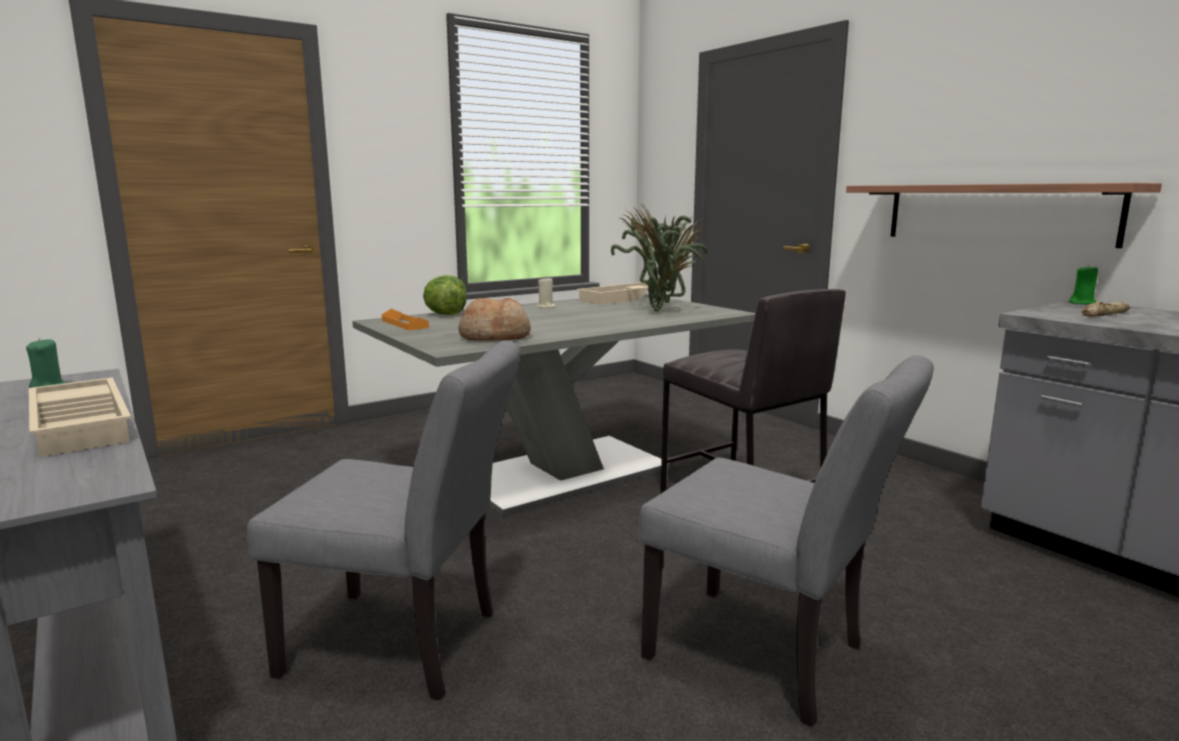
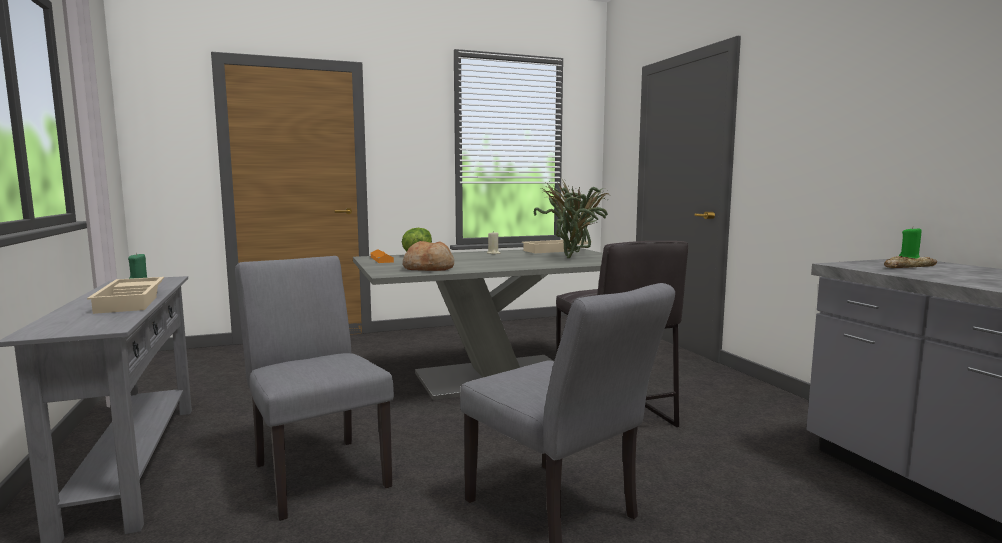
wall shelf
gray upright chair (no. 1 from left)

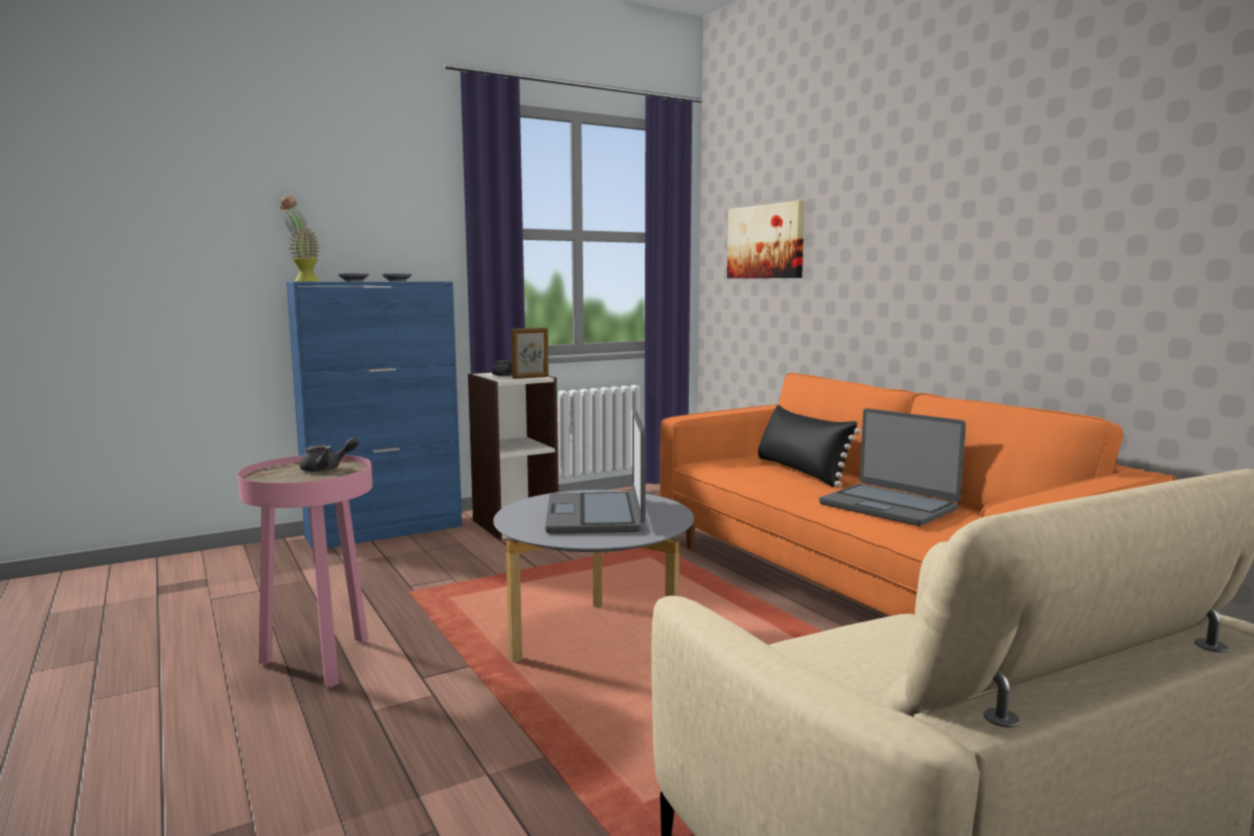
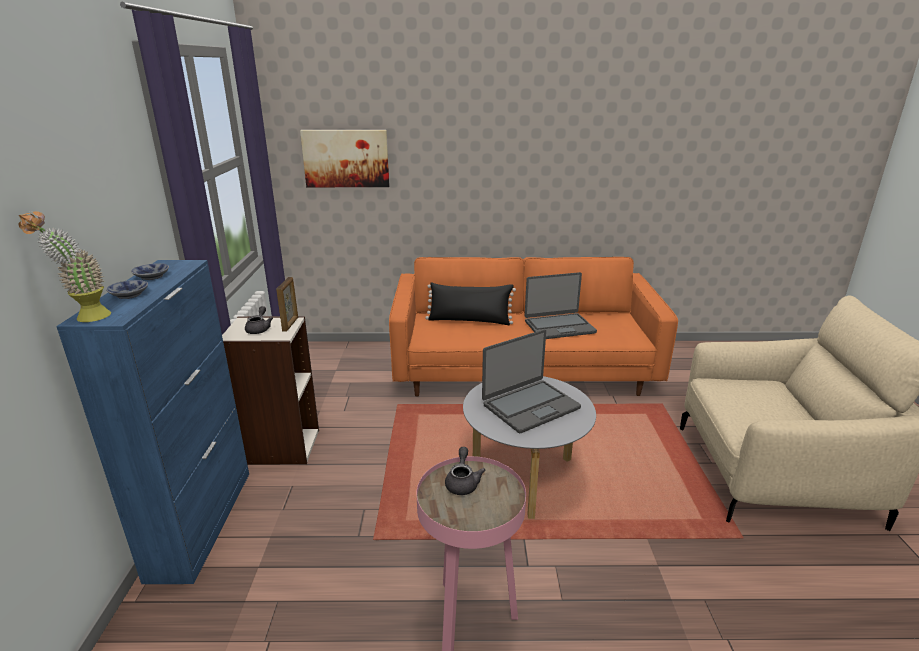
laptop (no. 1 from left)

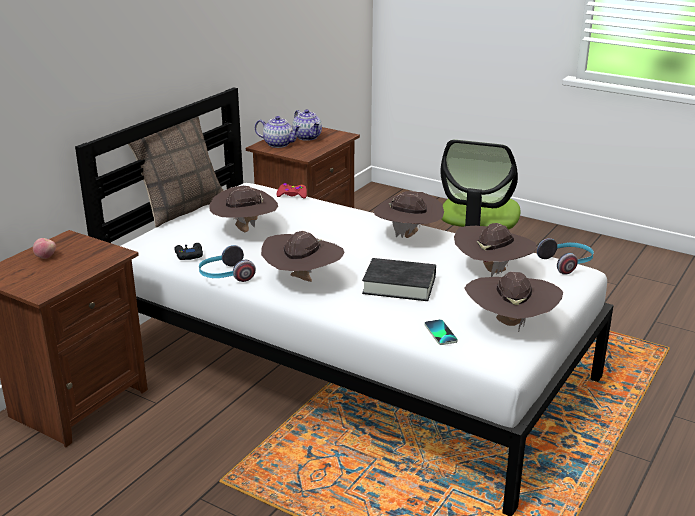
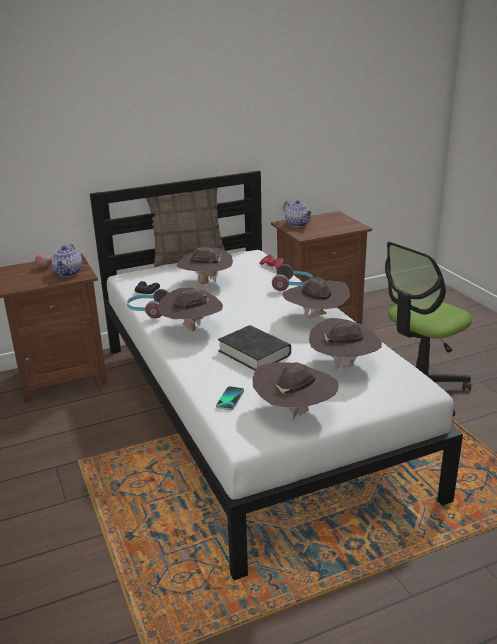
pot for tea (no. 1 from left)
headset (no. 2 from left)

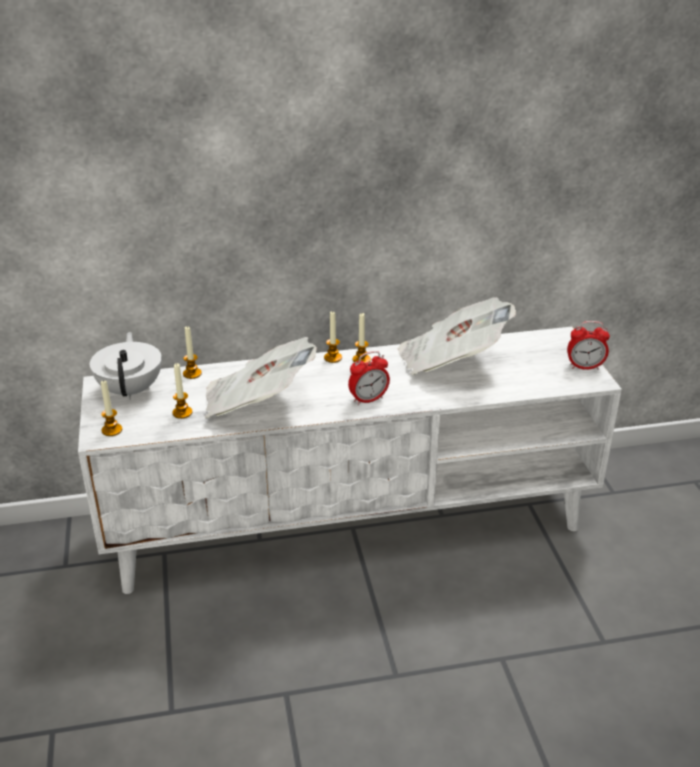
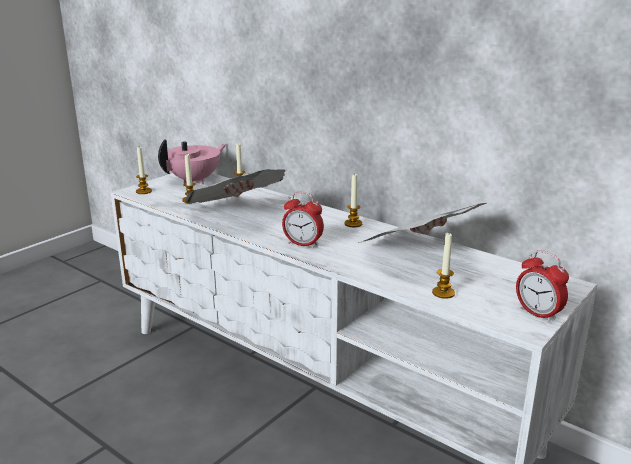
wax candle (no. 5 from left)
pink pot for tea

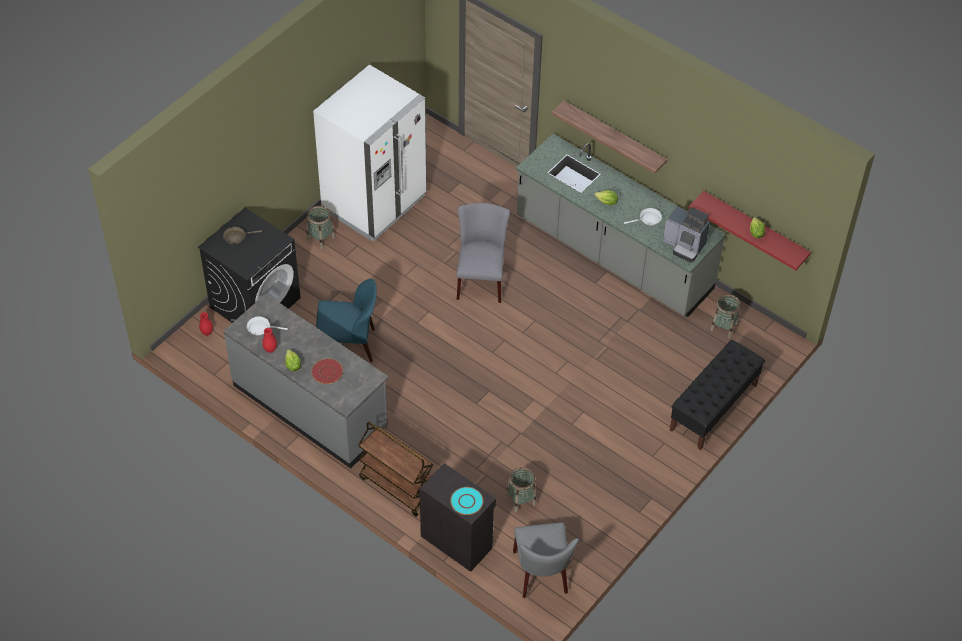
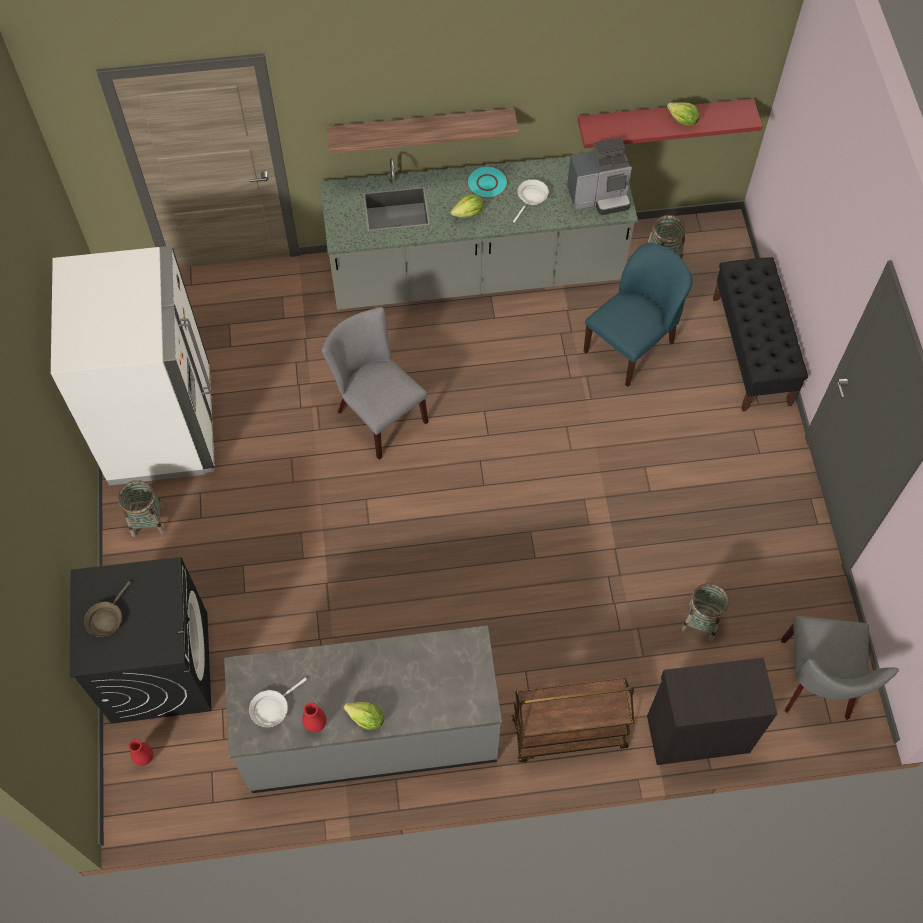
red flat dish
blue upright chair
turquoise-coloured flat dish
gray upright chair (no. 2 from left)

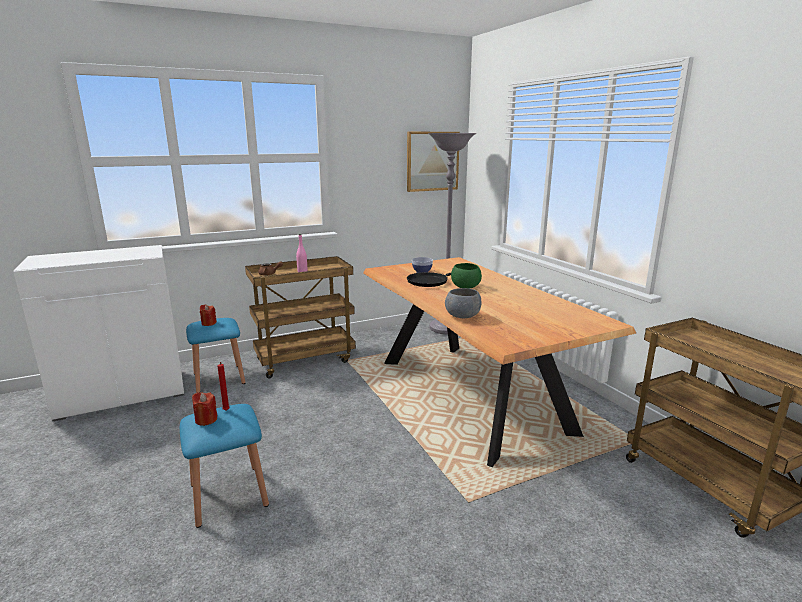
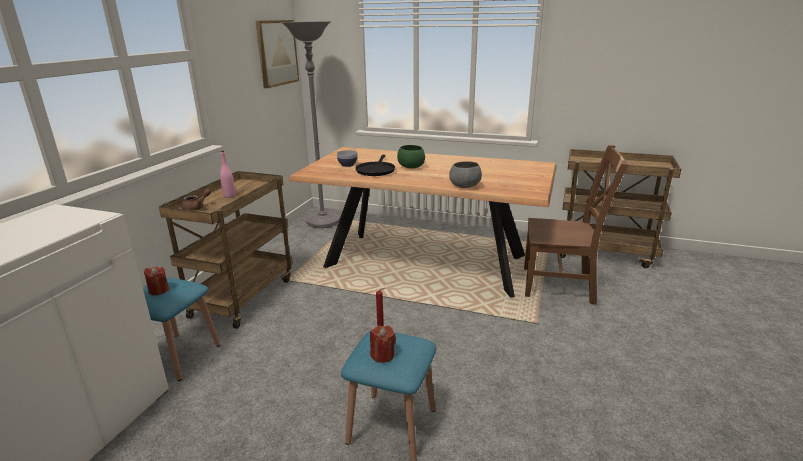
brownish upright chair

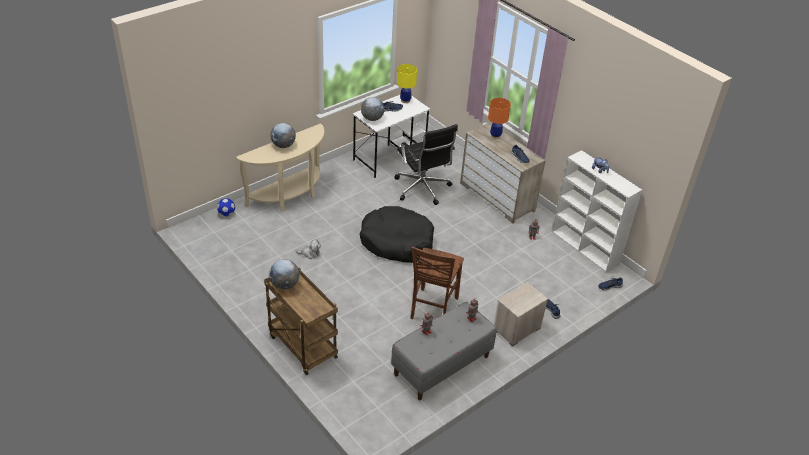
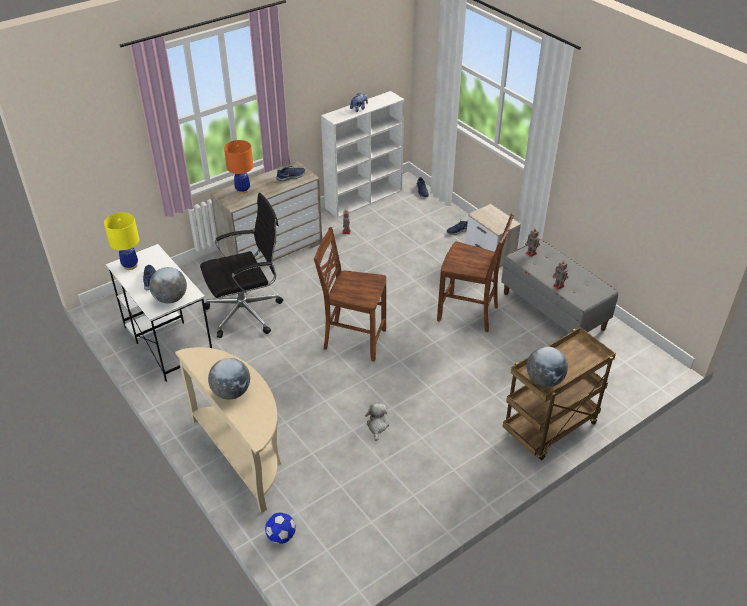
brownish upright chair (no. 1 from left)

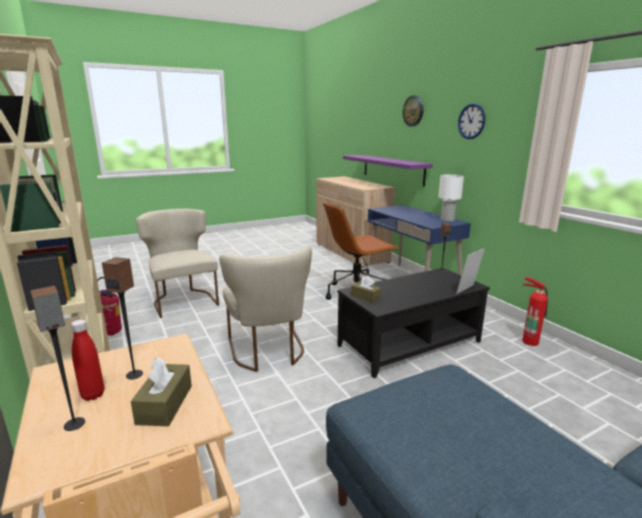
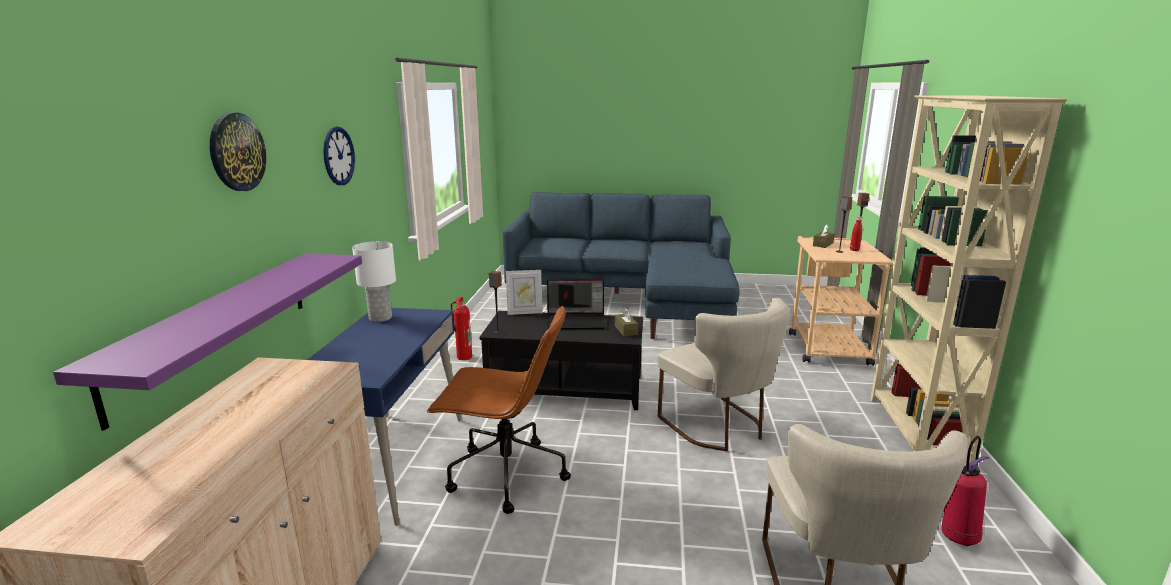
laptop
beige upright chair (no. 1 from left)

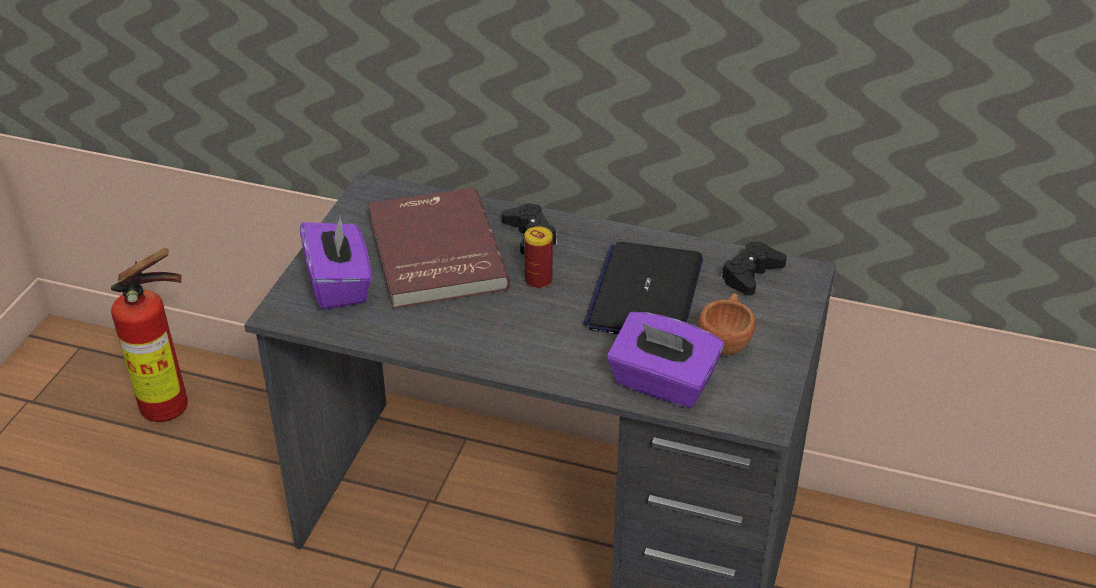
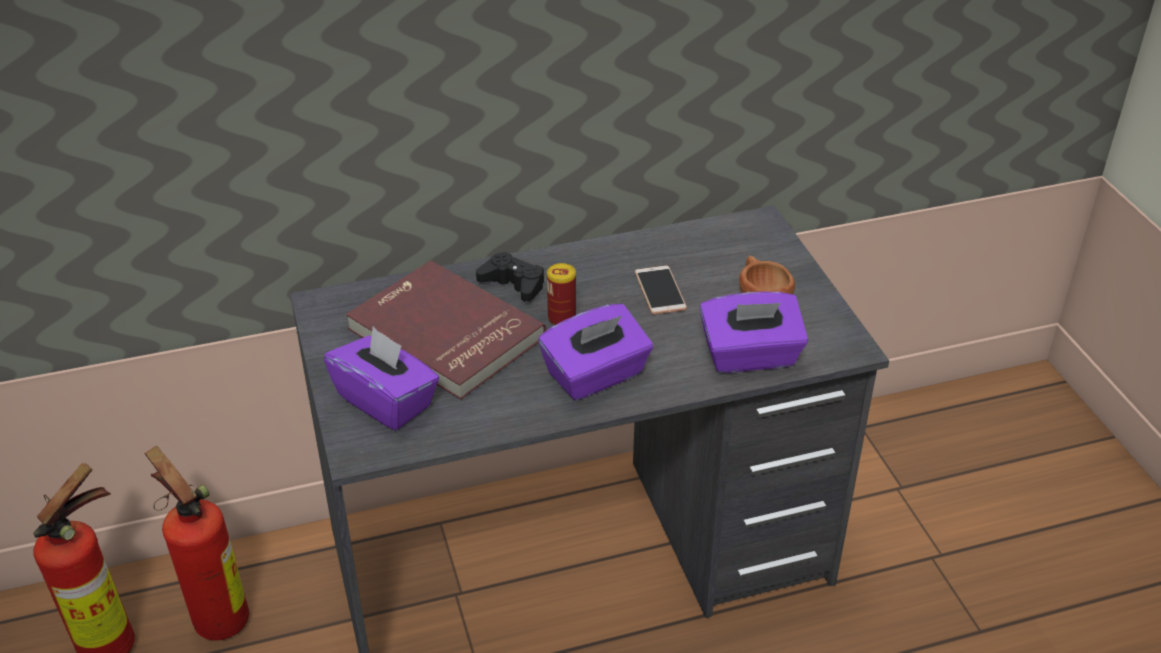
blackish game controller (no. 2 from left in the first image)
extinguisher (no. 2 from left)
purple tissue holder (no. 2 from left)
phone

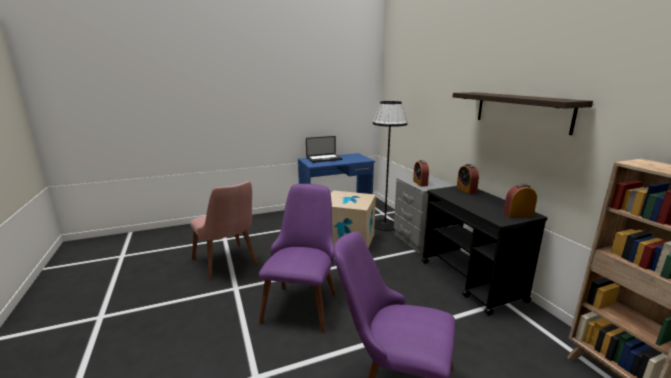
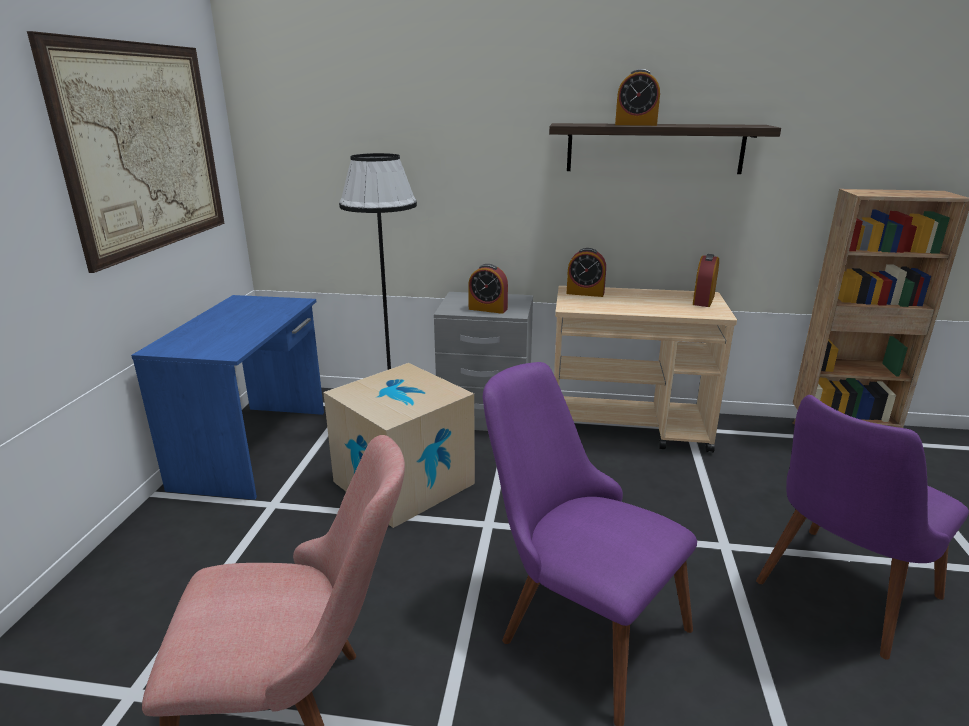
laptop
wall picture
bedside clock (no. 3 from left)
beige cart

